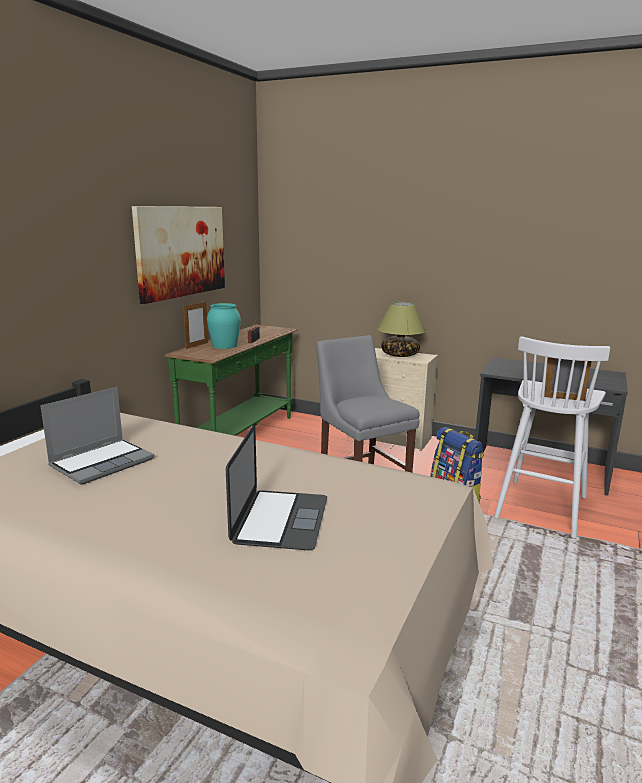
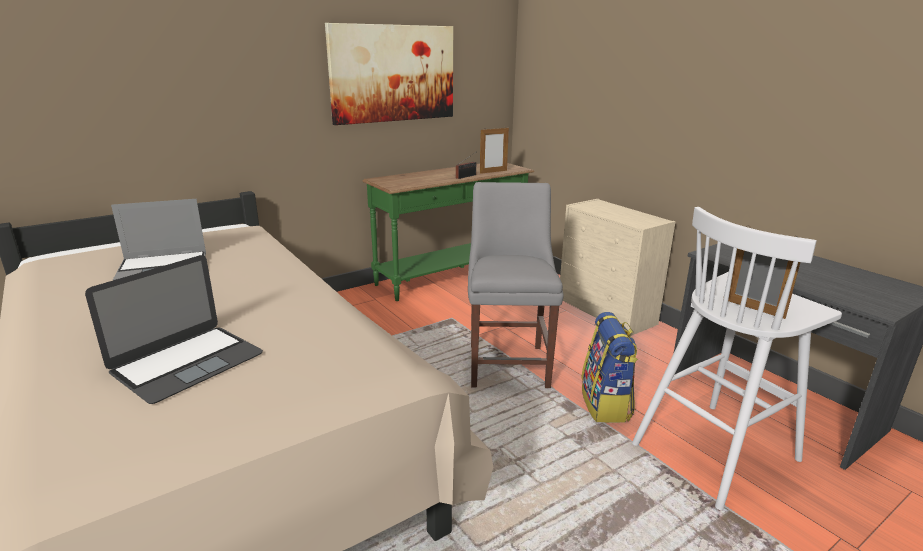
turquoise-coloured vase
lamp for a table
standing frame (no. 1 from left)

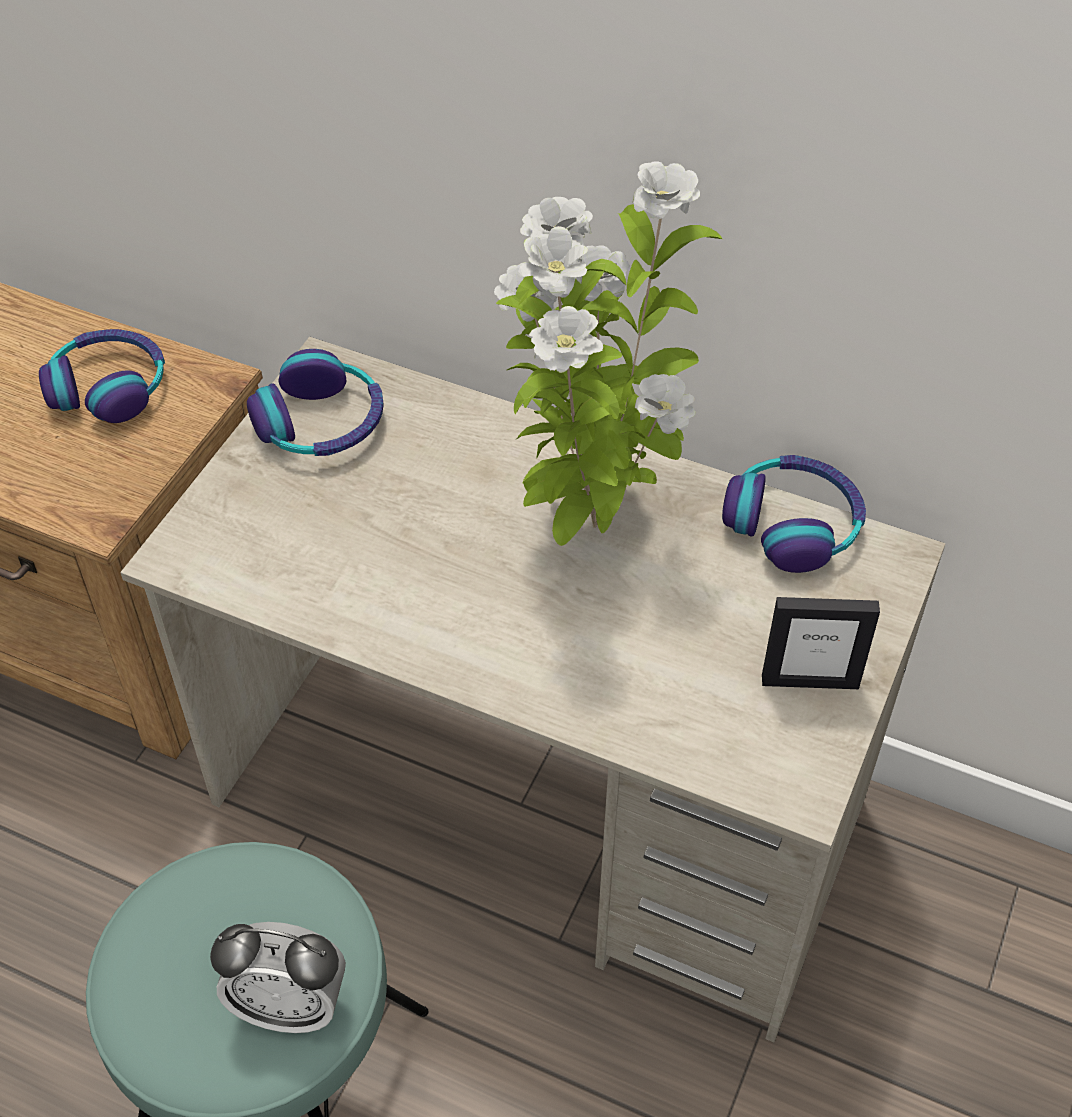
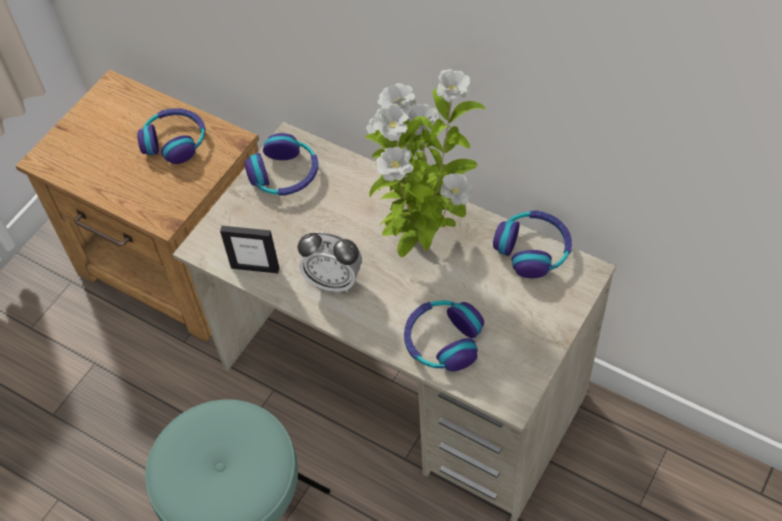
headset (no. 3 from left)
bedside clock
standing frame

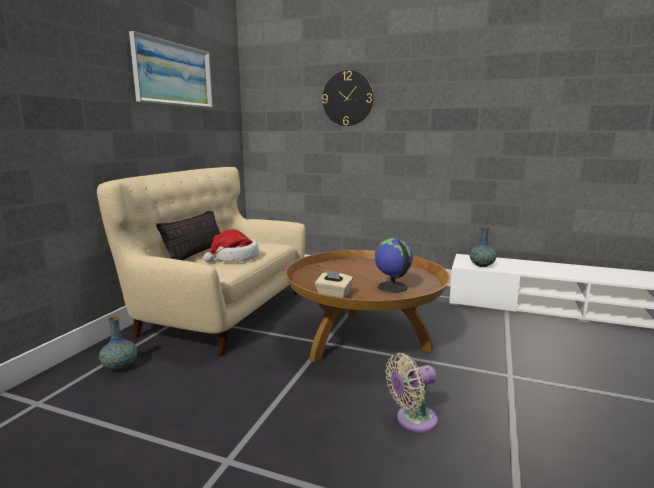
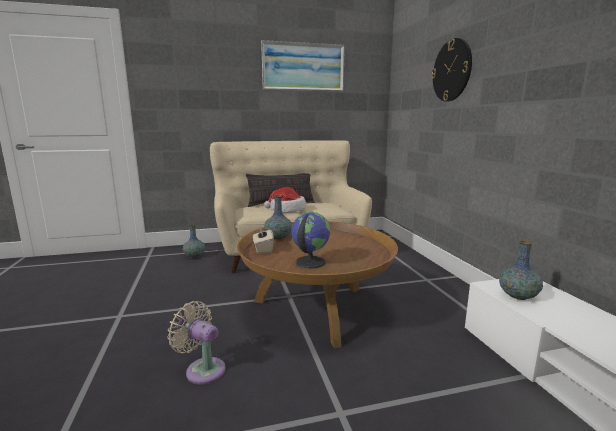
vase (no. 2 from left)

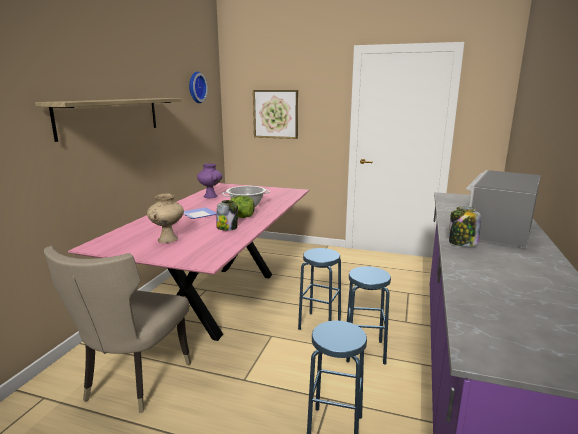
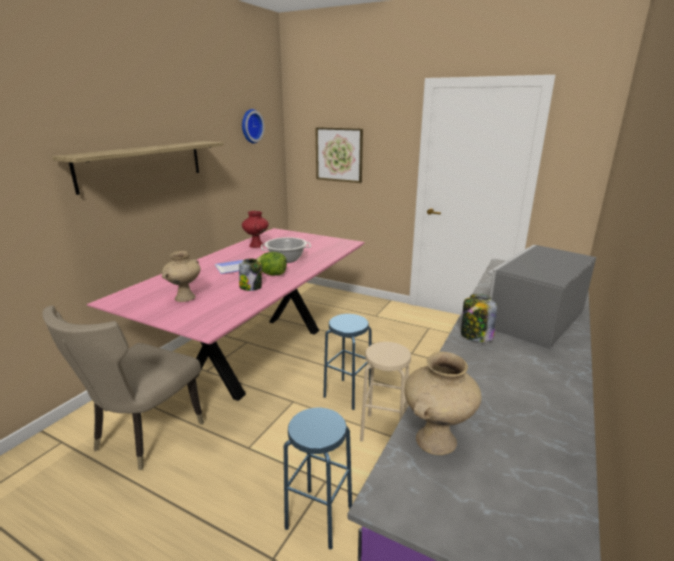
beige vase (no. 2 from left)
red vase
beige stool seat

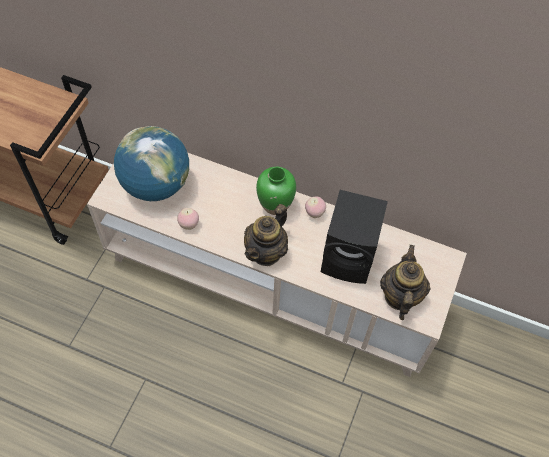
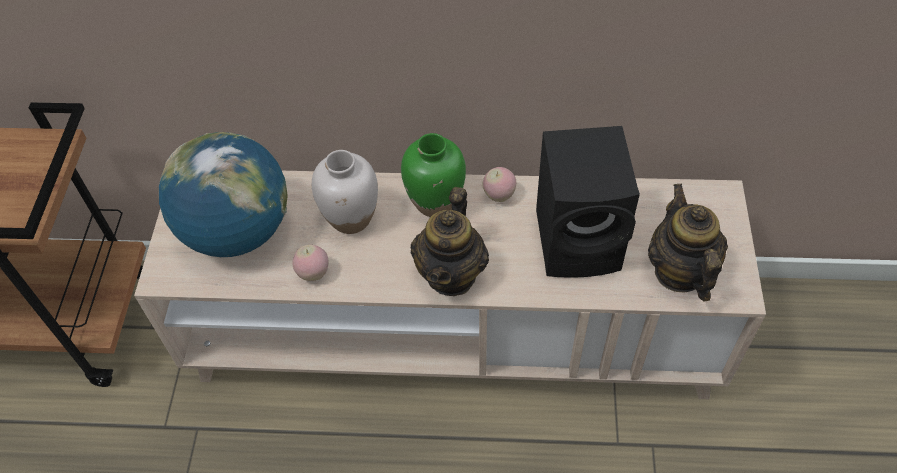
white-coloured vase

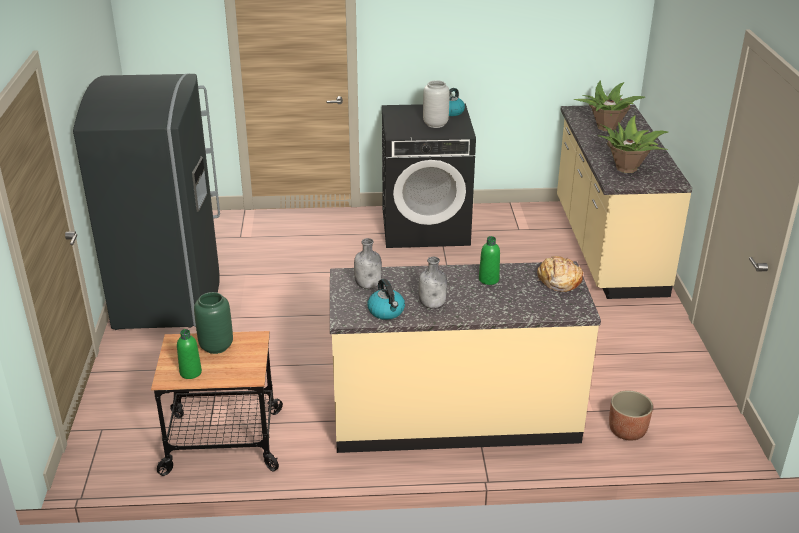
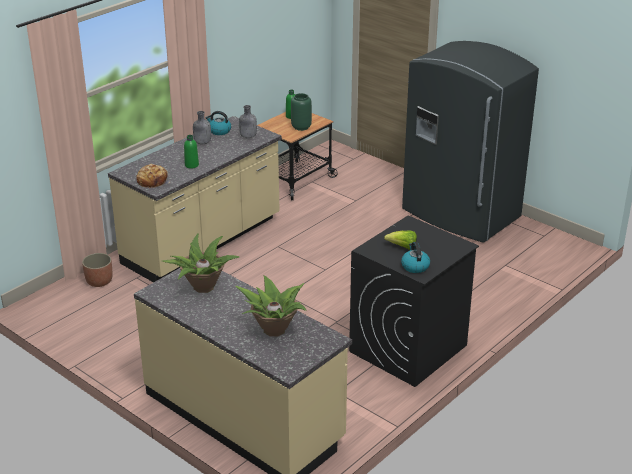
lettuce

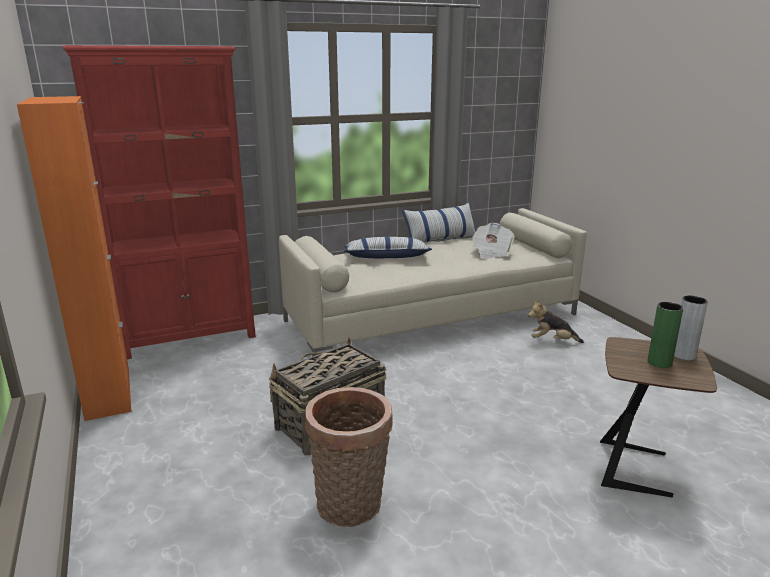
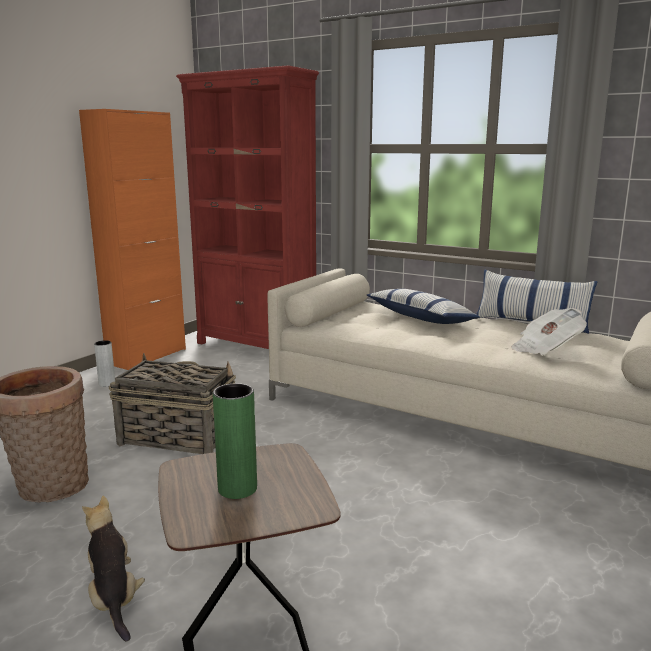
soft toy
gray vase

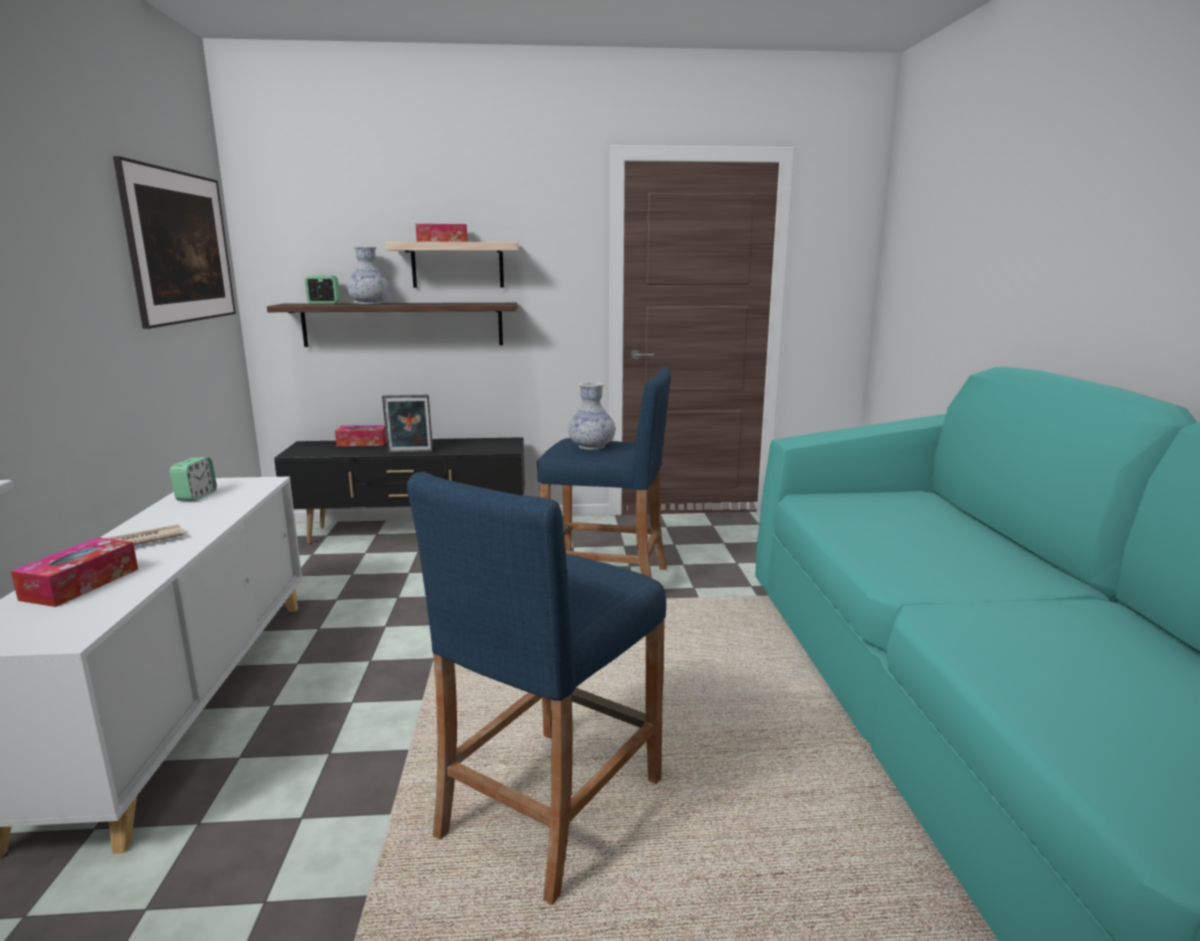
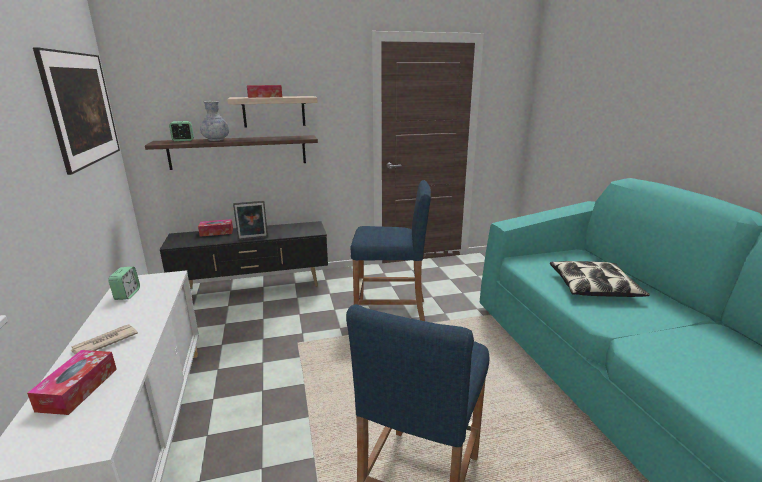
vase (no. 2 from left in the first image)
pillow

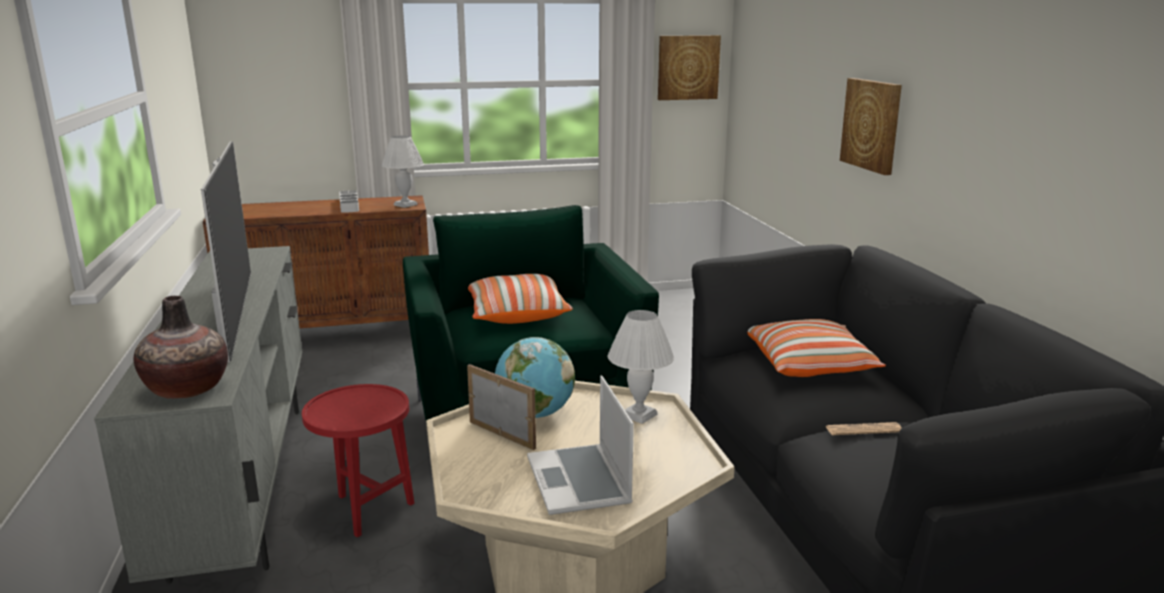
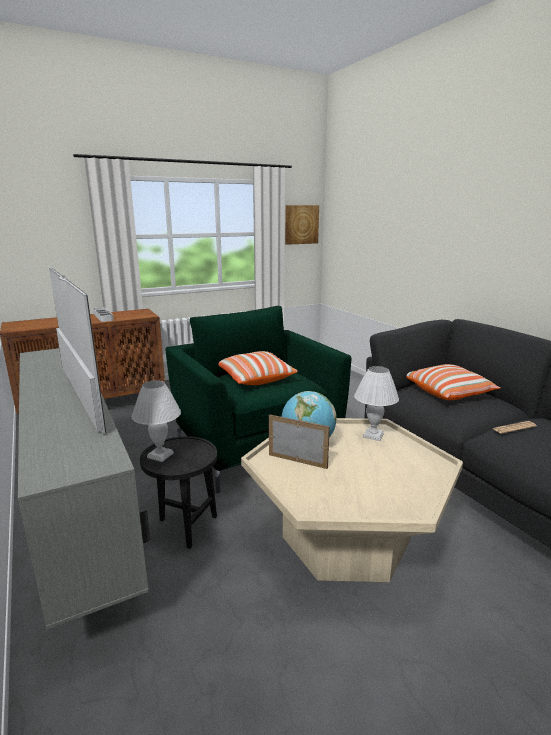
vase
laptop
wall picture (no. 2 from left in the first image)
white-coloured lamp for a table (no. 1 from left)
blackish side table

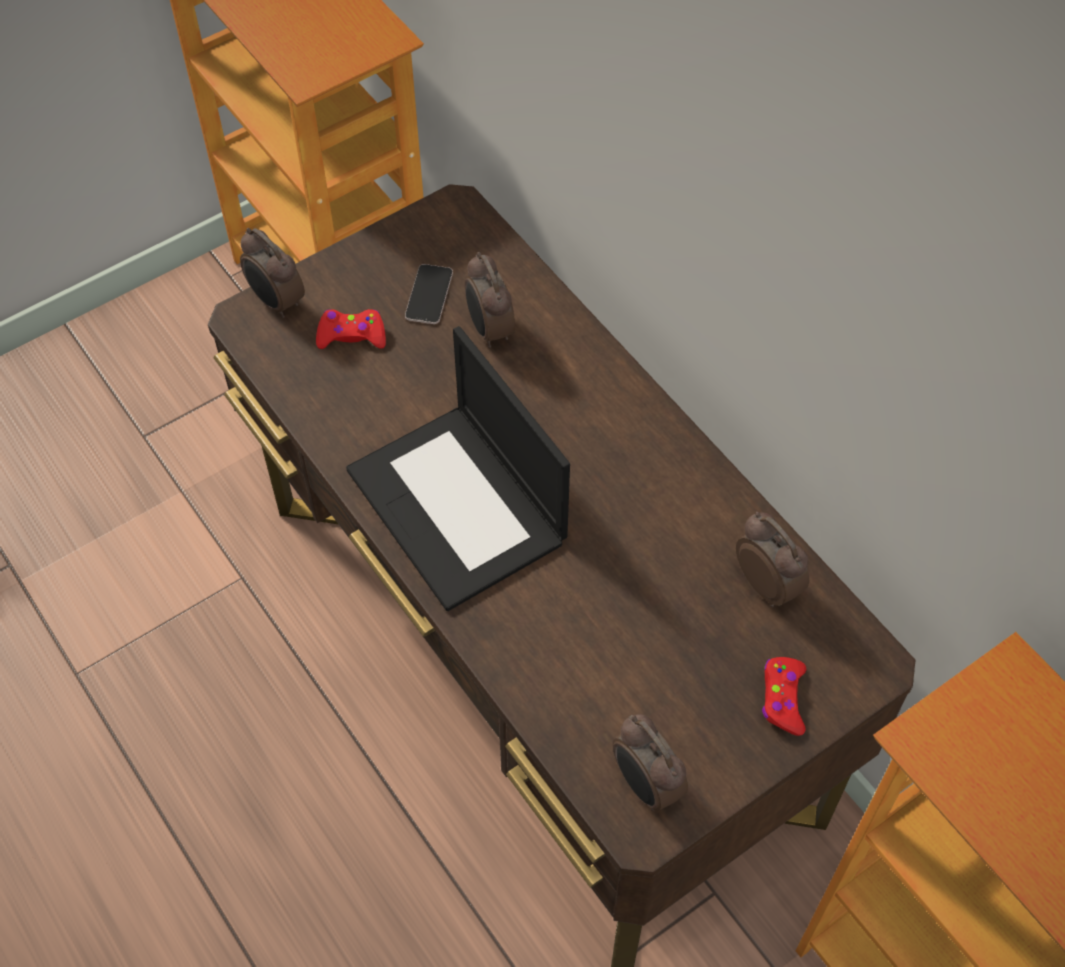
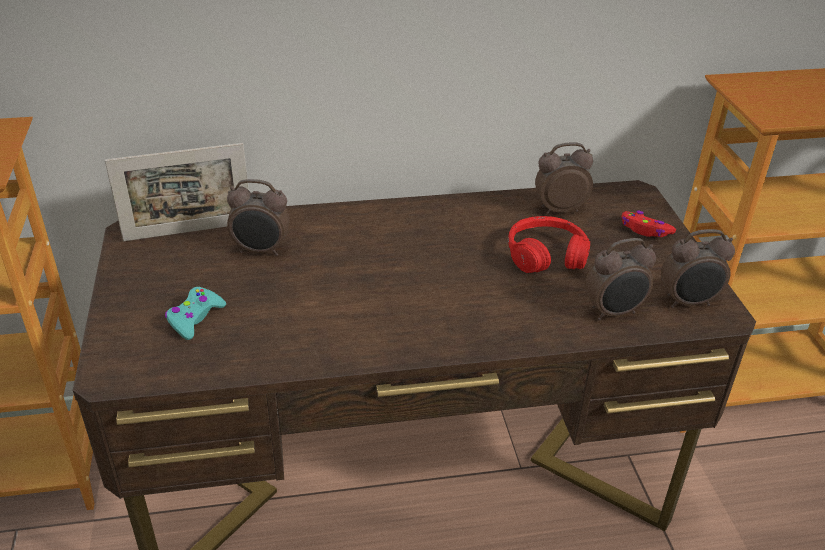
laptop
phone
standing frame
red headset
bedside clock (no. 3 from left)
turquoise-coloured game controller

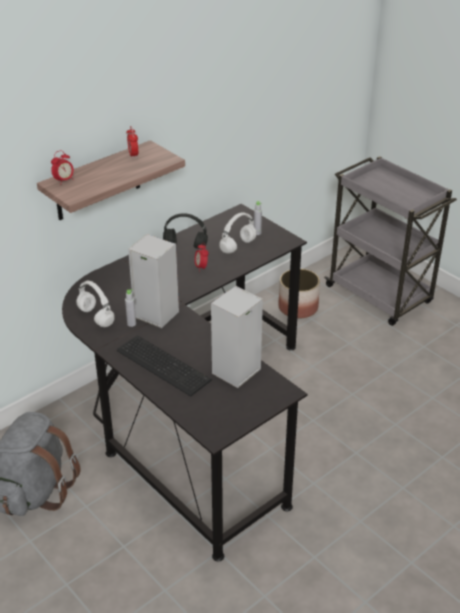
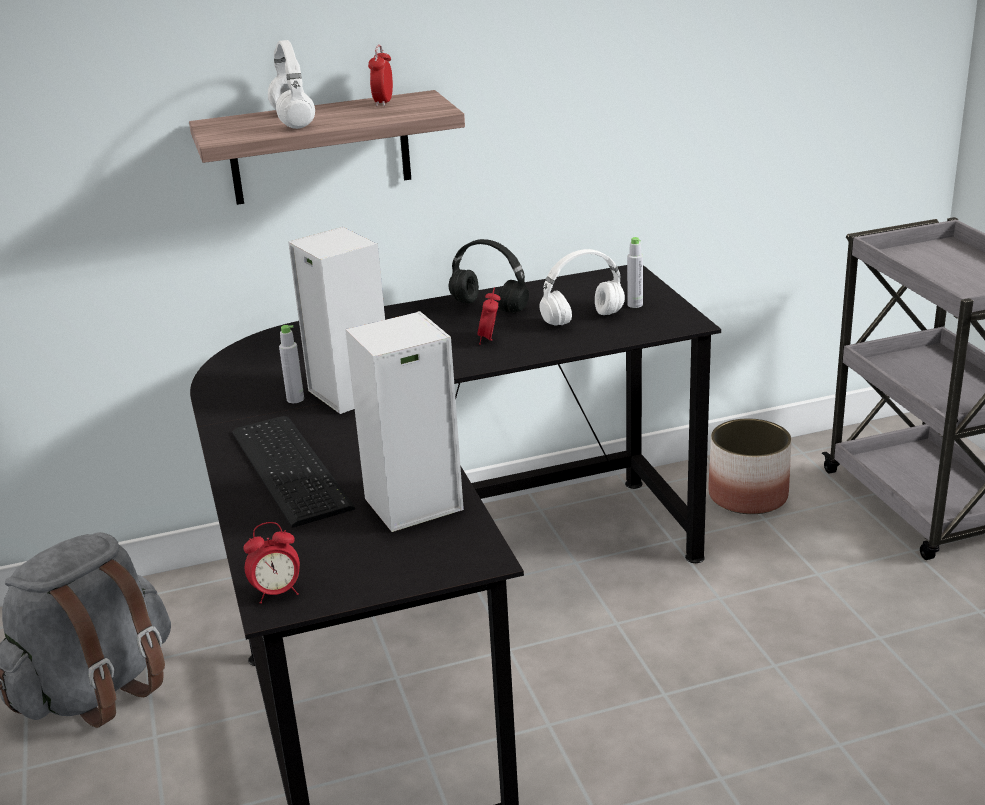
bedside clock (no. 1 from left)
white-coloured headset (no. 1 from left)

